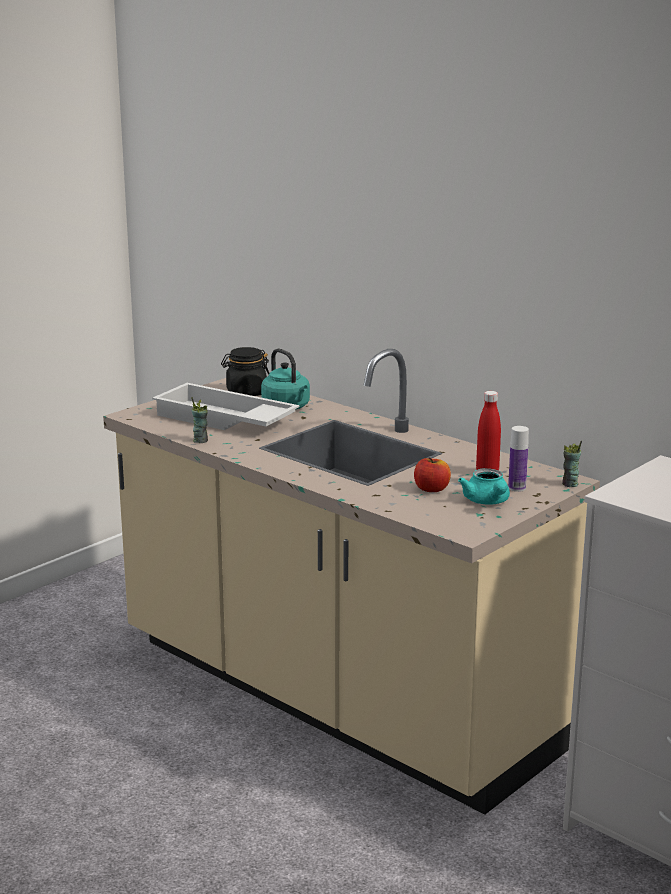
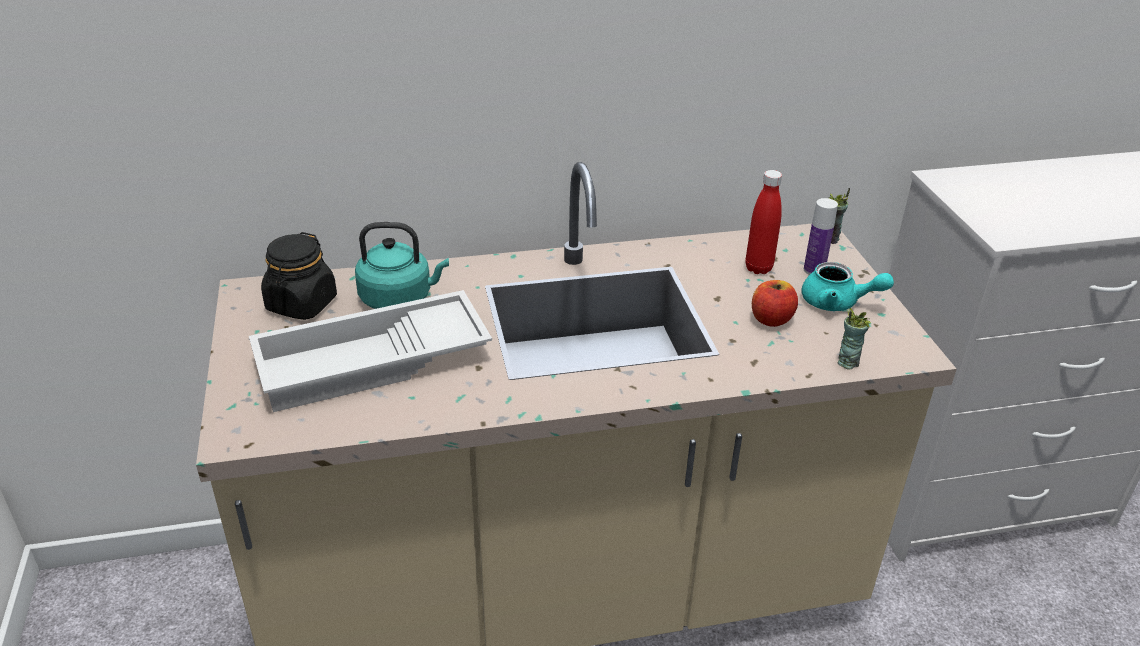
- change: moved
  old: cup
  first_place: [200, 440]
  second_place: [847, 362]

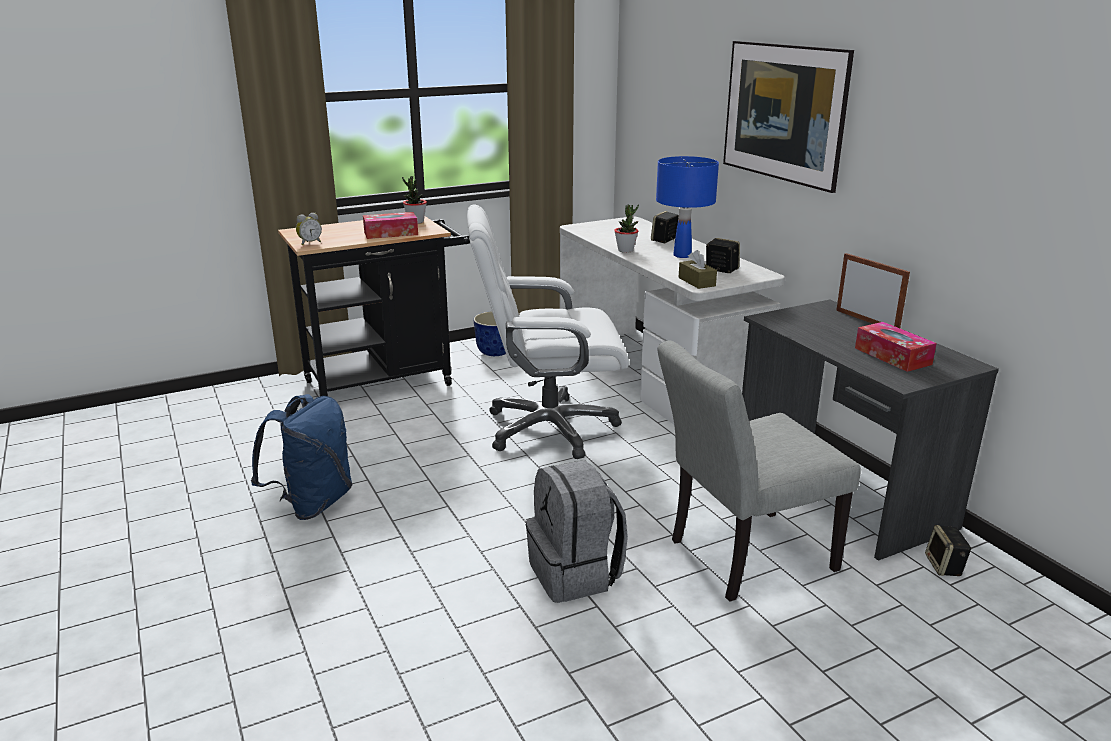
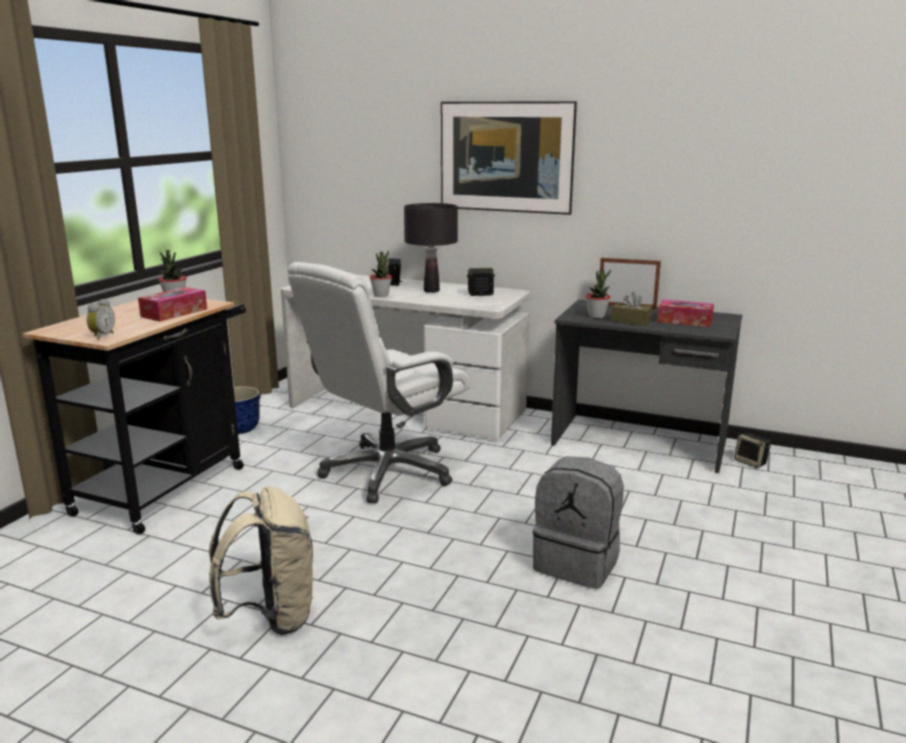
- change: recoloured
  old: blue_backpack
  new: beige_backpack
  first_place: [312, 503]
  second_place: [271, 617]
- change: recoloured
  old: blue_tabletop_lamp
  new: blackish_tabletop_lamp
  first_place: [682, 255]
  second_place: [431, 291]
- change: added
  new: plant_in_a_pot
  second_place: [596, 316]
- change: moved
  old: brownish_tissue_box
  first_place: [696, 282]
  second_place: [631, 321]
- change: removed
  old: grey_upright_chair
  first_place: [741, 557]

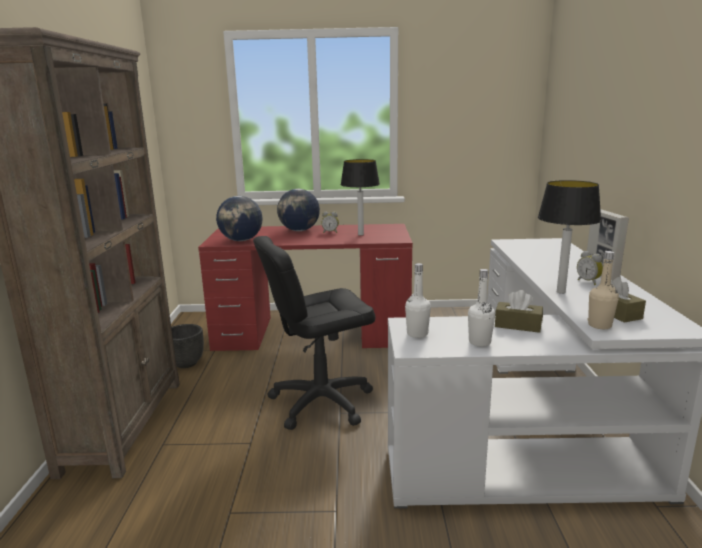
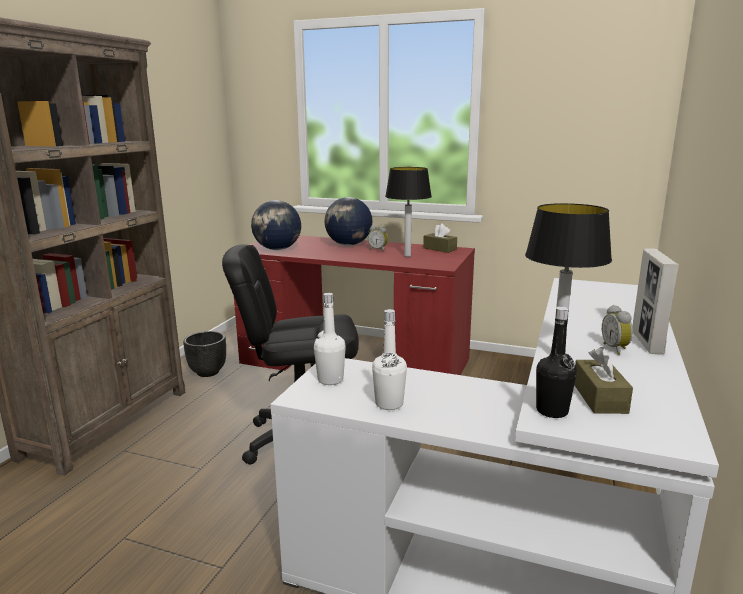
- change: moved
  old: brownish_tissue_box
  first_place: [518, 325]
  second_place: [439, 249]
- change: recoloured
  old: beige_drink_bottle
  new: blackish_drink_bottle
  first_place: [599, 325]
  second_place: [552, 411]

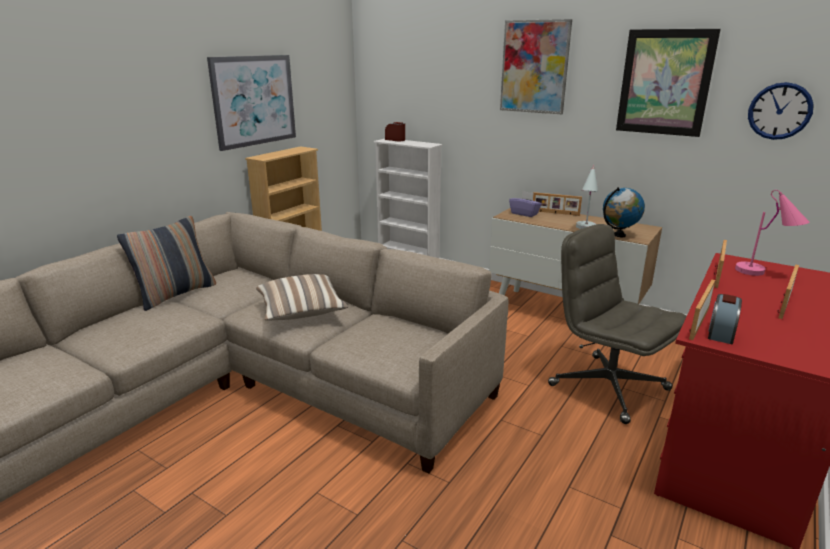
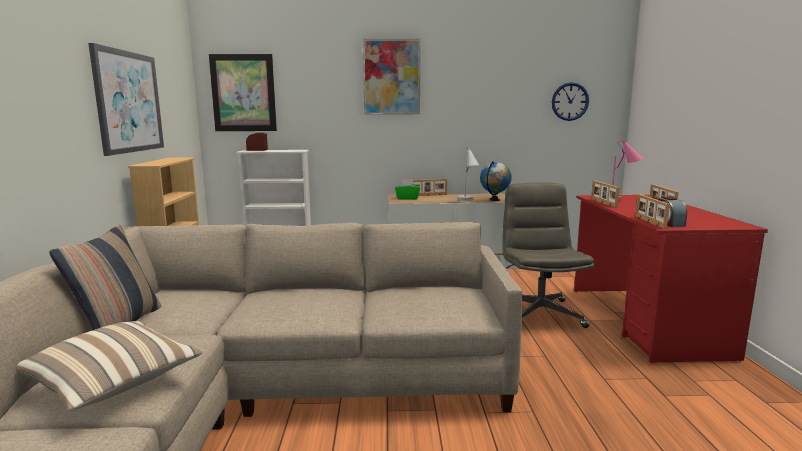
- change: moved
  old: throw_pillow
  first_place: [302, 312]
  second_place: [114, 384]
- change: moved
  old: wall_art
  first_place: [665, 82]
  second_place: [243, 93]
- change: recoloured
  old: purple-coloured_tissue_box
  new: green_tissue_box
  first_place: [524, 214]
  second_place: [407, 198]
- change: turned
  old: grey_desk_chair
  first_place: [607, 387]
  second_place: [539, 313]
  degrees: 75

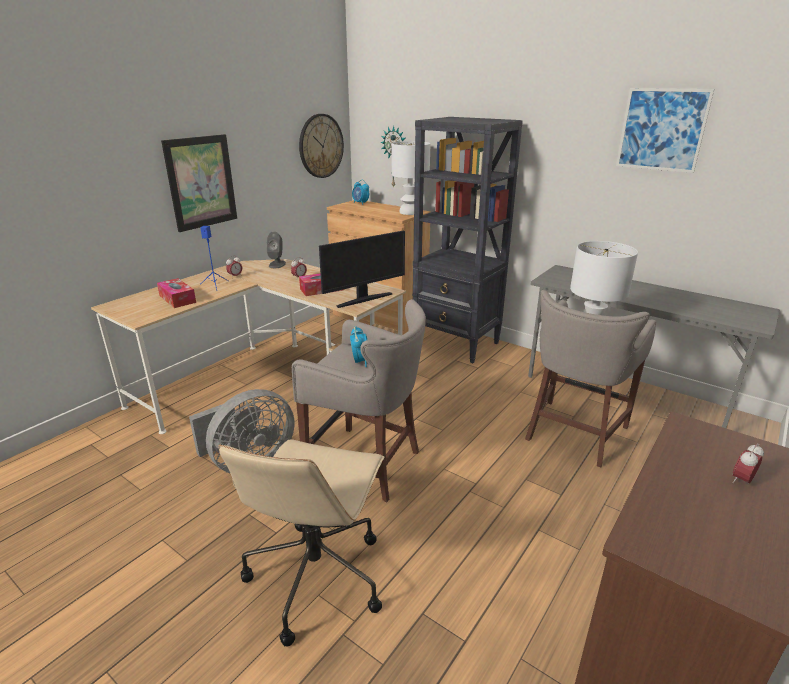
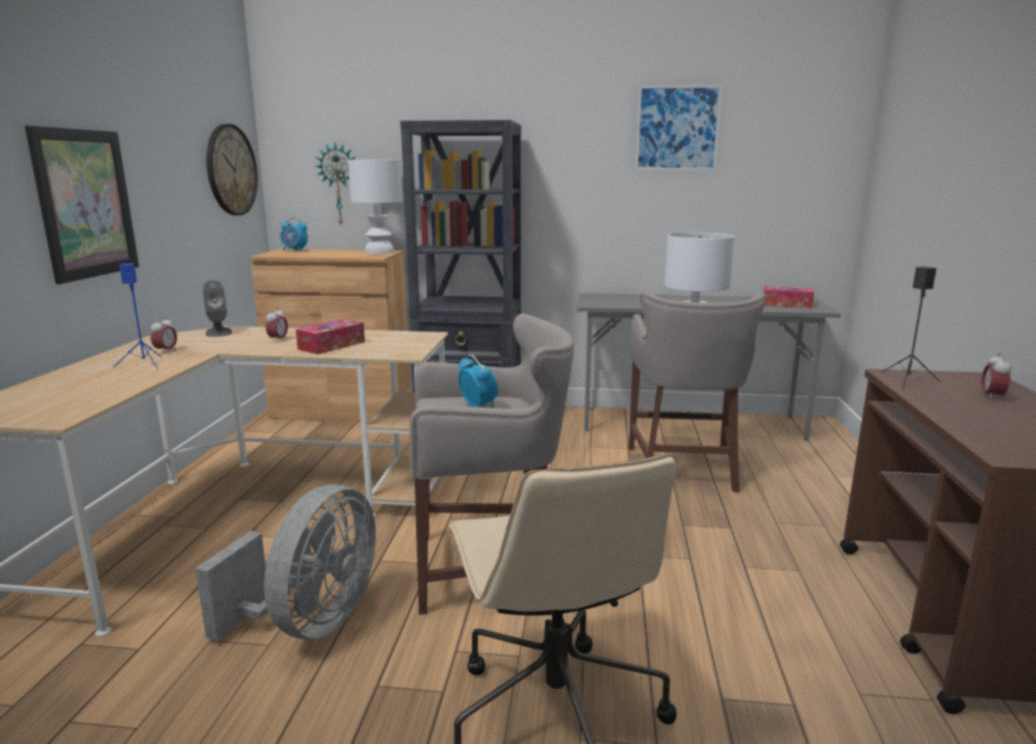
- change: moved
  old: tissue_box
  first_place: [177, 299]
  second_place: [786, 304]
- change: added
  new: blackish_loudspeaker
  second_place: [908, 380]
- change: removed
  old: computer_display
  first_place: [364, 299]

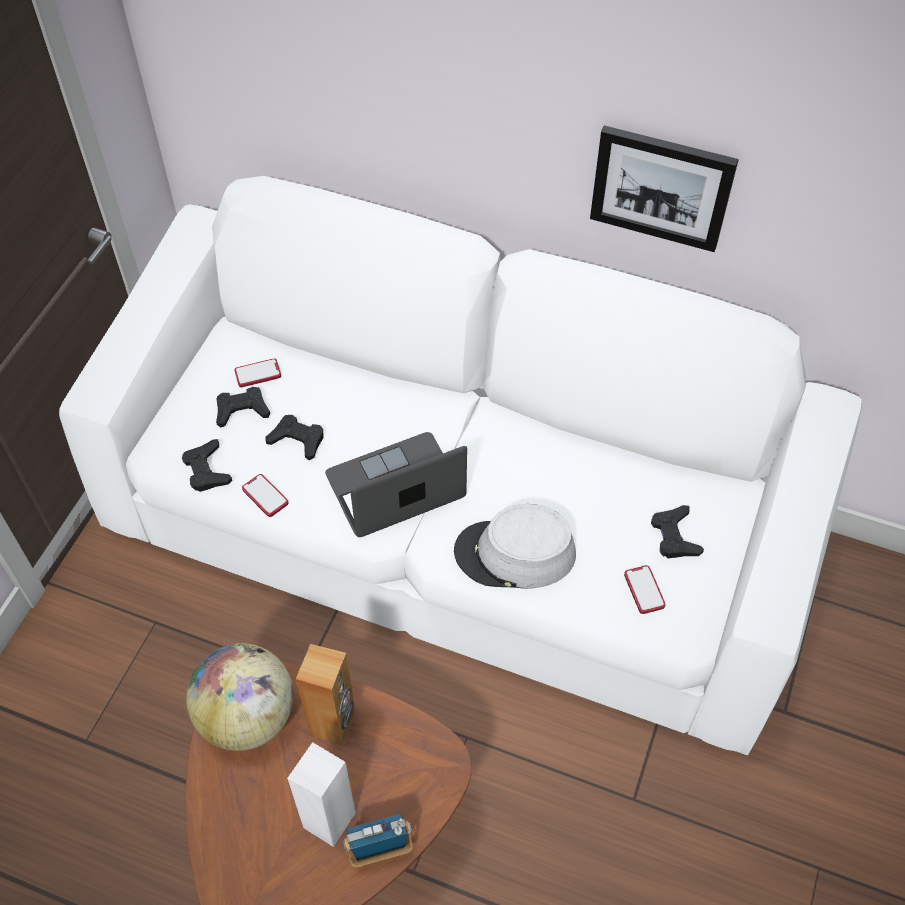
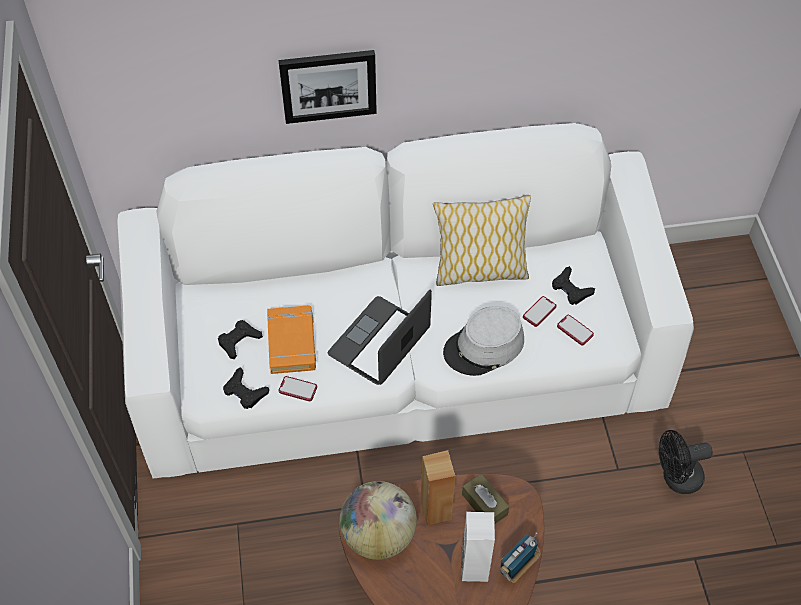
- change: replaced
  old: blackish_gamepad
  new: orange-coloured_book
  first_place: [297, 440]
  second_place: [292, 342]
- change: moved
  old: wall_art
  first_place: [662, 187]
  second_place: [328, 85]
- change: added
  new: throw_pillow
  second_place: [479, 271]
- change: added
  new: brownish_tissue_box
  second_place: [484, 504]
- change: moved
  old: handset
  first_place: [258, 374]
  second_place: [539, 312]
- change: added
  new: blackish_cooling_fan
  second_place: [676, 478]

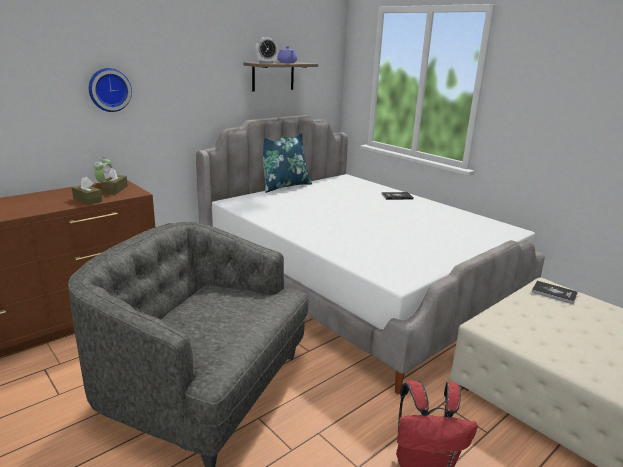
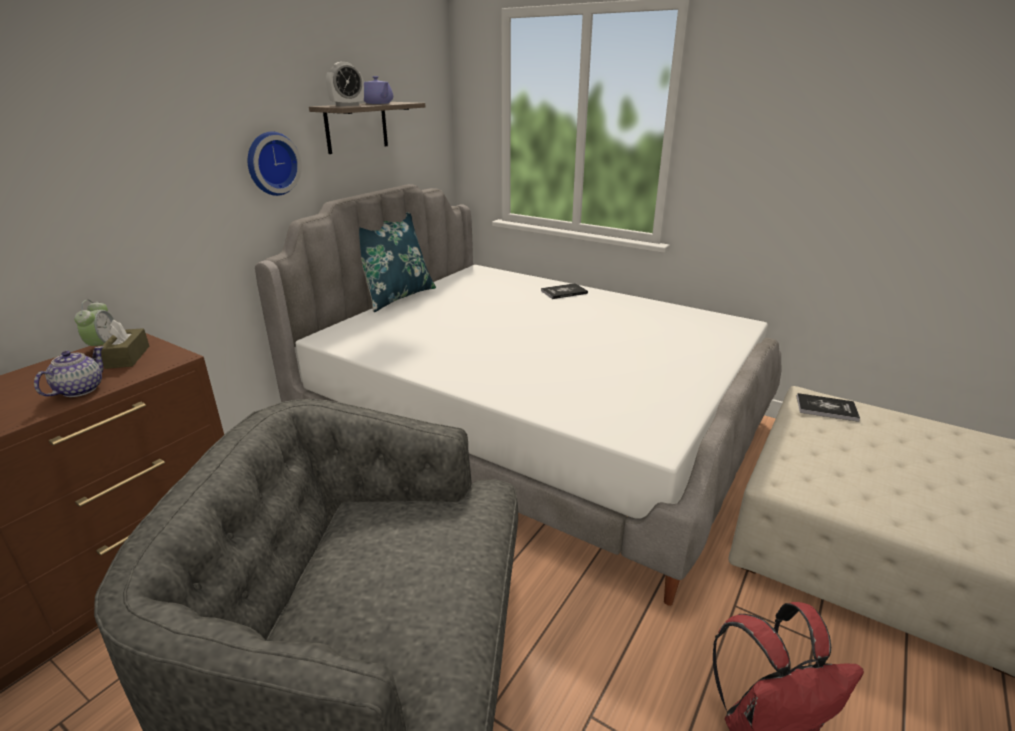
- change: replaced
  old: brownish_tissue_box
  new: pot_for_tea
  first_place: [87, 200]
  second_place: [79, 390]
- change: moved
  old: wall_clock
  first_place: [109, 89]
  second_place: [271, 163]

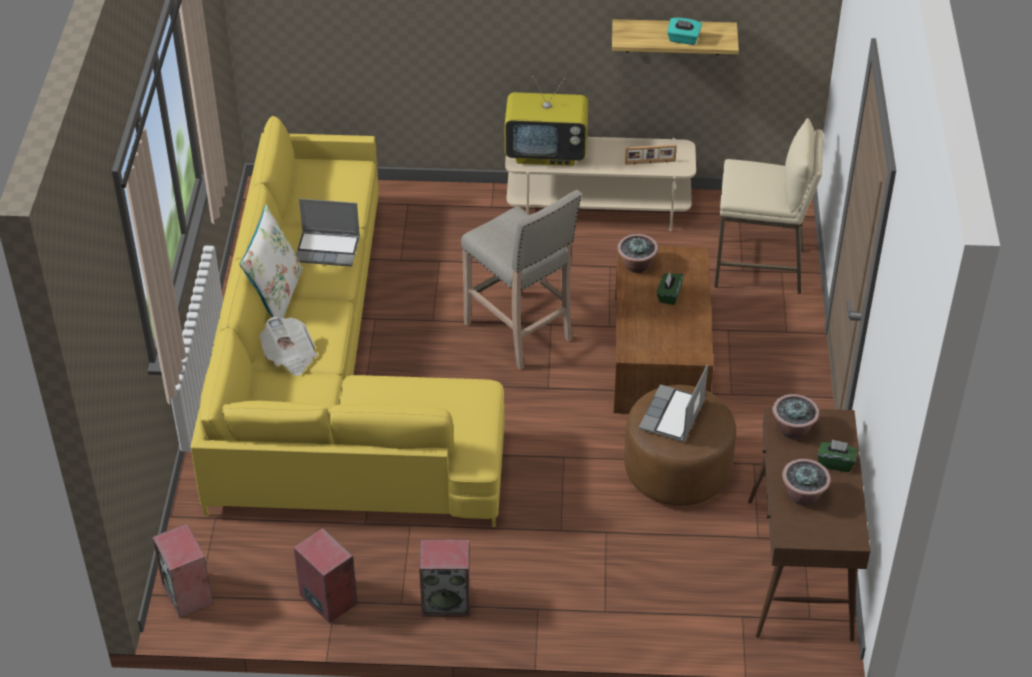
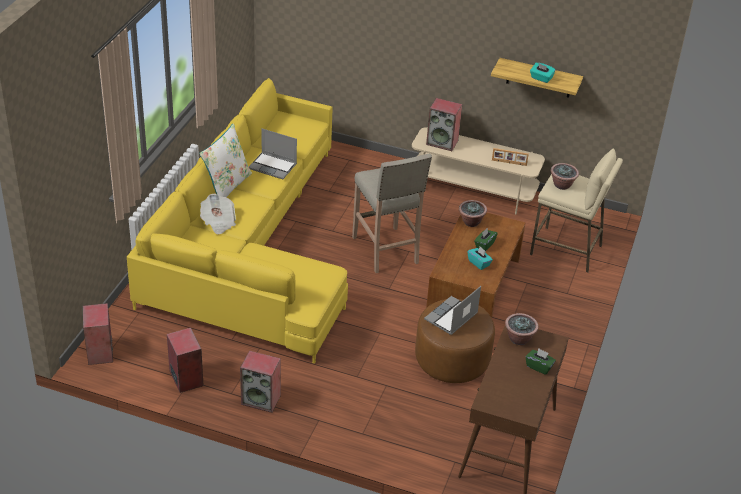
- change: replaced
  old: TV
  new: loudspeaker
  first_place: [547, 153]
  second_place: [442, 142]
- change: added
  new: blue-green_tissue_box
  second_place: [479, 263]
- change: moved
  old: plant_in_a_pot
  first_place: [803, 495]
  second_place: [562, 185]

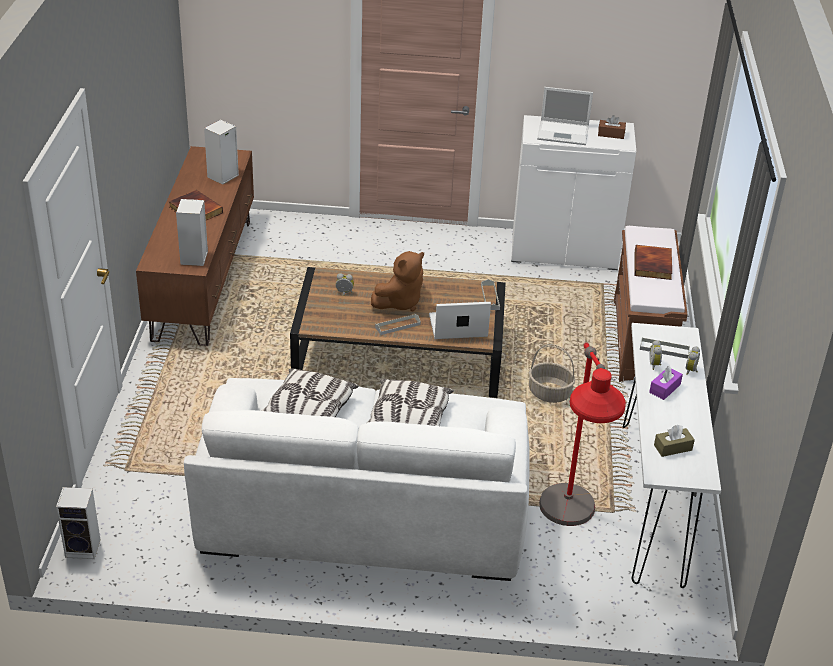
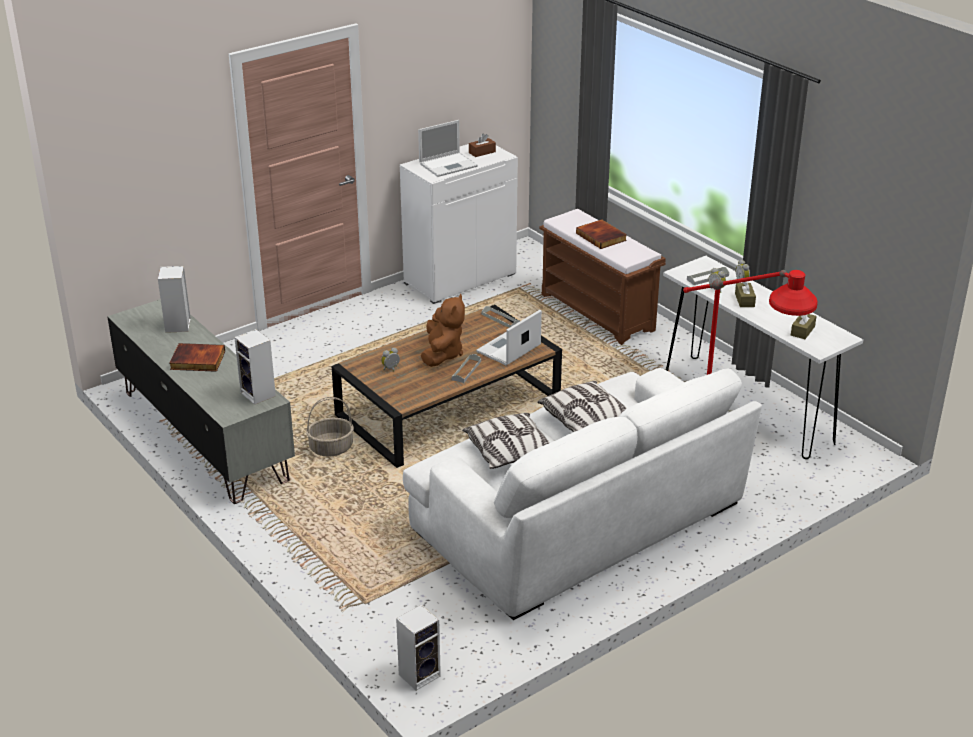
- change: recoloured
  old: brownish_media_console
  new: grey_media_console
  first_place: [203, 278]
  second_place: [204, 434]
- change: moved
  old: household_basket
  first_place: [550, 393]
  second_place: [331, 447]
- change: recoloured
  old: purple-coloured_tissue_box
  new: brownish_tissue_box
  first_place: [664, 388]
  second_place: [744, 300]

